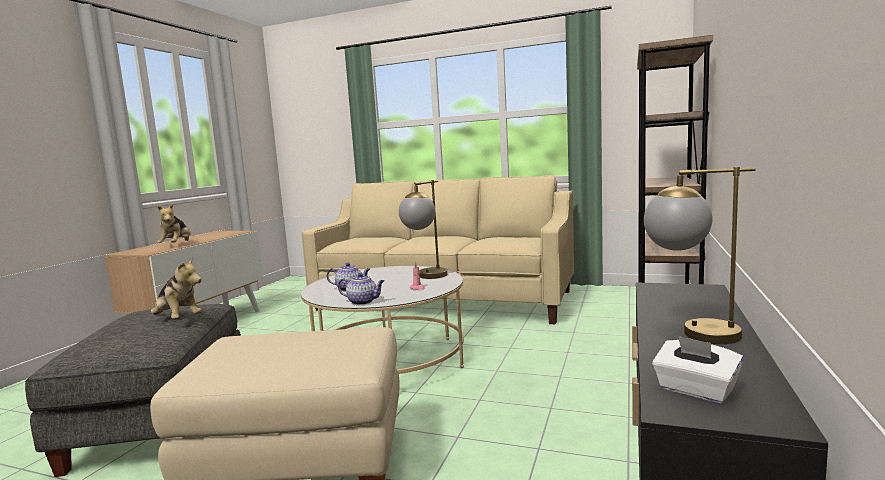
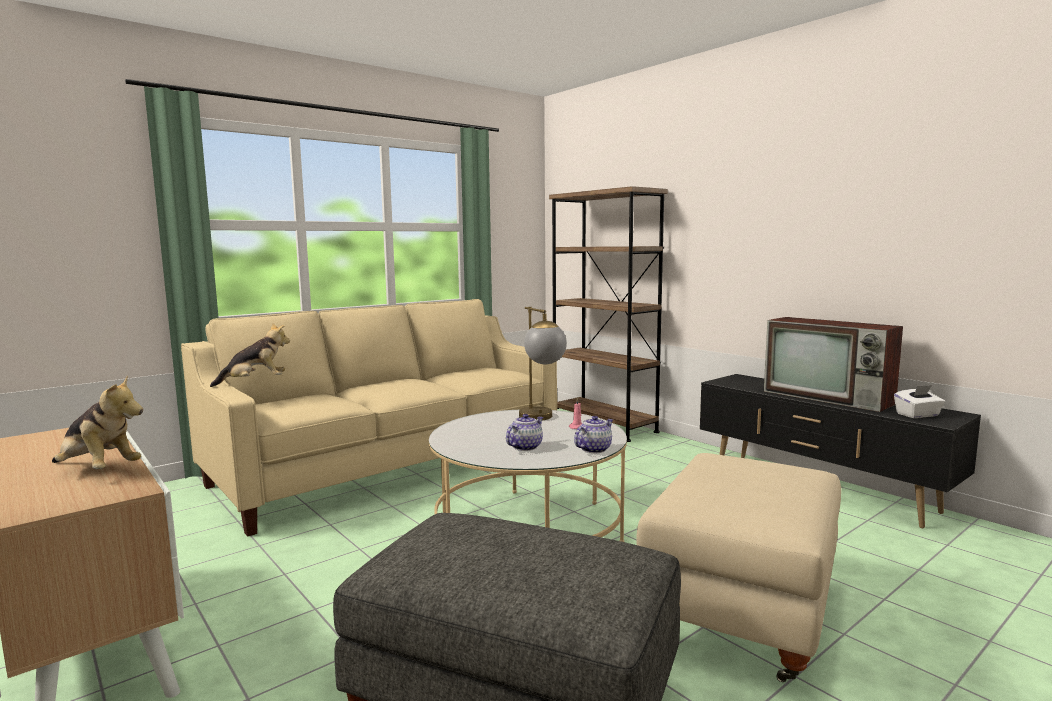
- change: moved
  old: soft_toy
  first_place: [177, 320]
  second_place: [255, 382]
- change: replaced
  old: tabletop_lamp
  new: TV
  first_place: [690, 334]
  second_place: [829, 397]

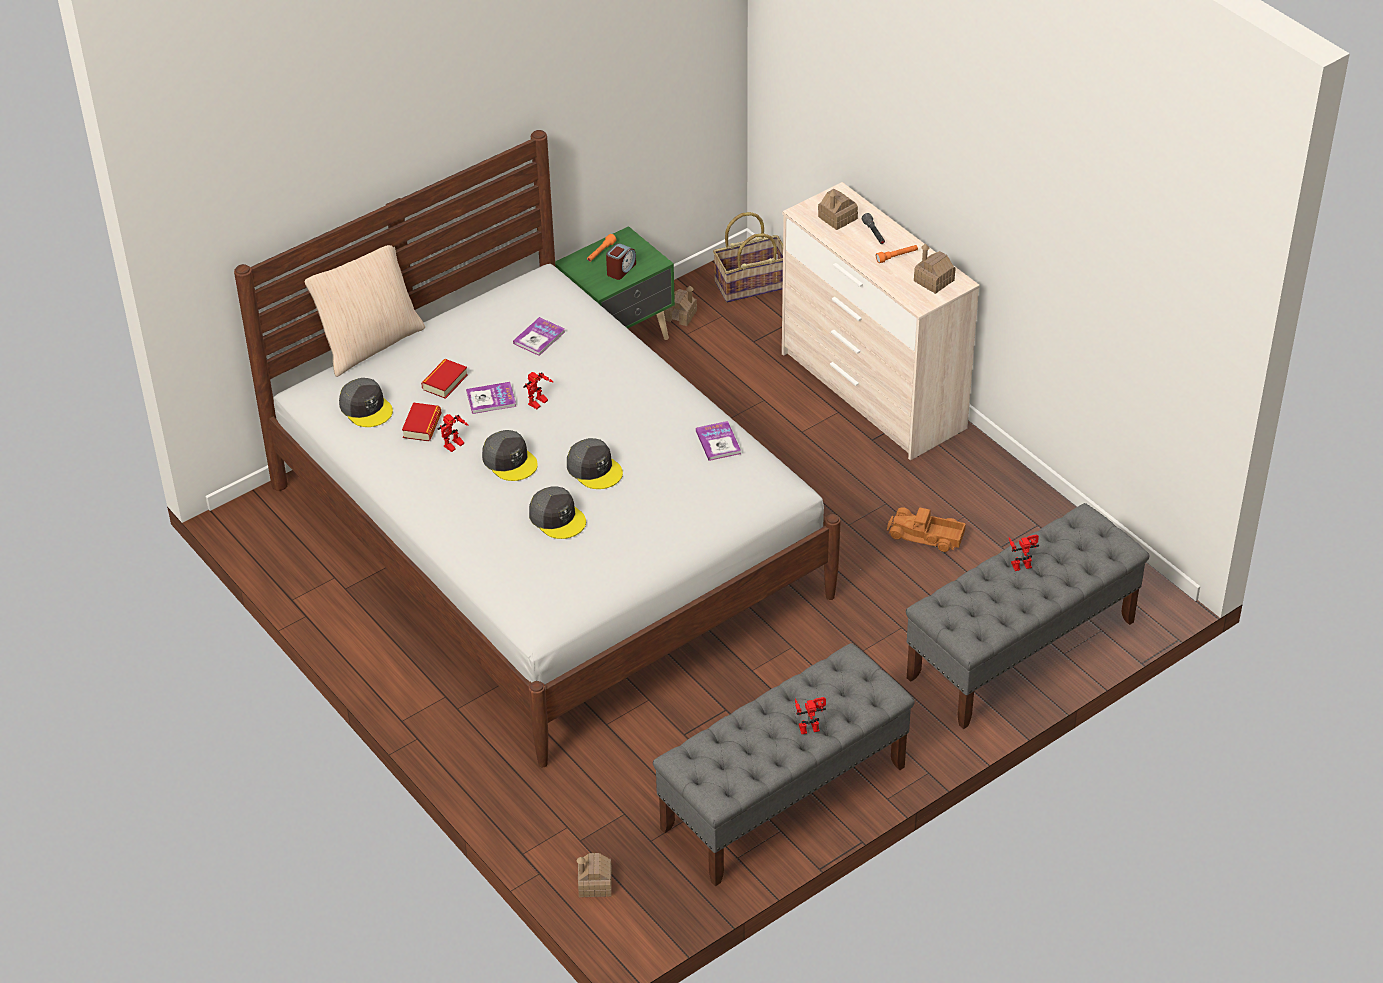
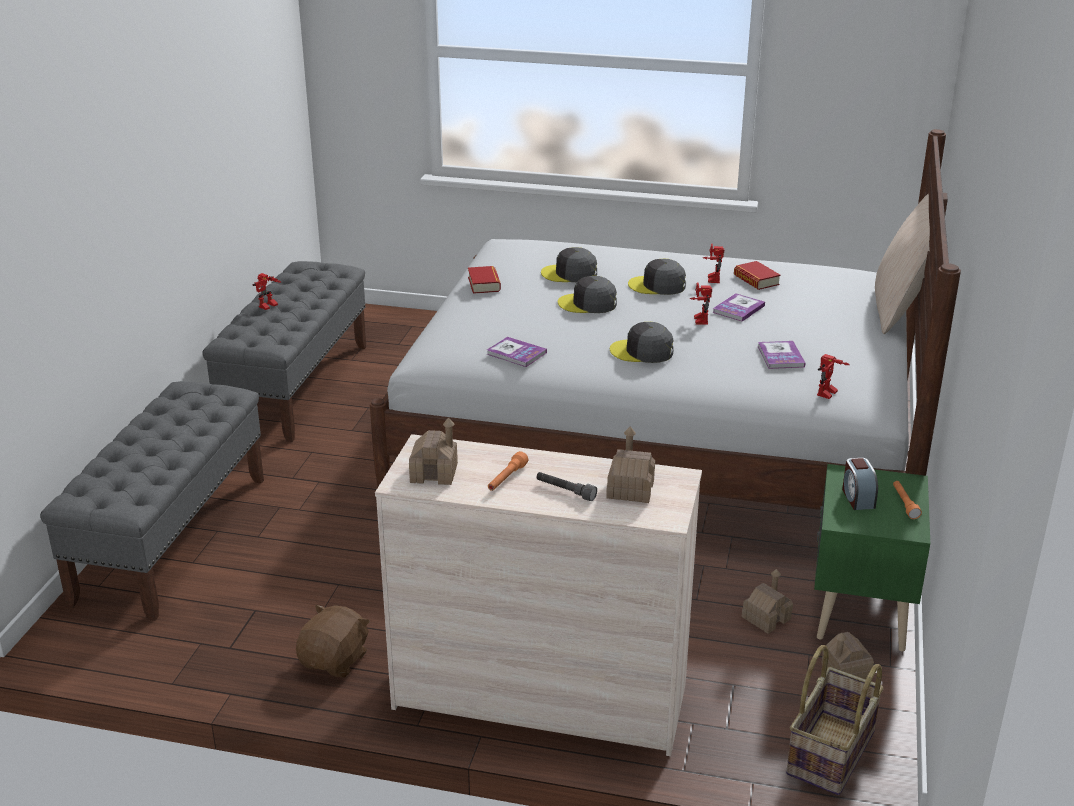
- change: added
  new: brownish_soft_toy
  second_place: [335, 660]
- change: moved
  old: book
  first_place: [445, 382]
  second_place: [484, 284]
- change: moved
  old: grey_baseball_cap
  first_place: [366, 408]
  second_place: [642, 351]
- change: moved
  old: model_house
  first_place: [595, 883]
  second_place: [766, 618]
- change: moved
  old: model_robot
  first_place: [1021, 563]
  second_place: [829, 394]
- change: removed
  old: model_truck
  first_place: [925, 536]

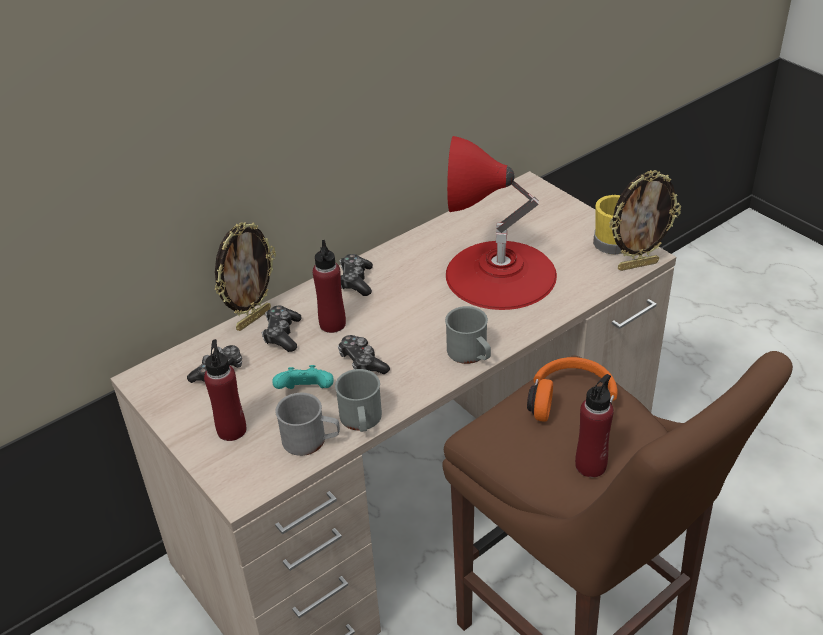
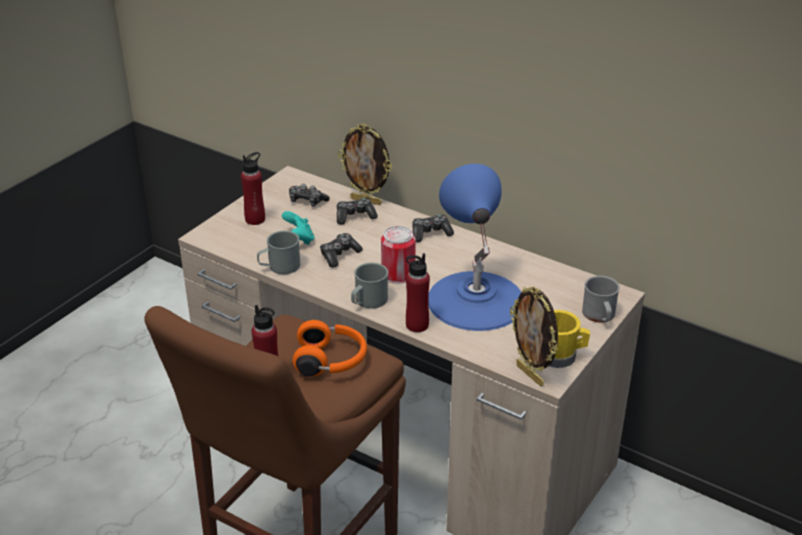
- change: added
  new: sealed_can
  second_place: [398, 274]
- change: moved
  old: reddish_drink_bottle
  first_place: [332, 324]
  second_place: [417, 325]
- change: recoloured
  old: reddish_tabletop_lamp
  new: blue_tabletop_lamp
  first_place: [500, 274]
  second_place: [475, 300]
- change: moved
  old: grey_tea_mug
  first_place: [311, 440]
  second_place: [600, 316]

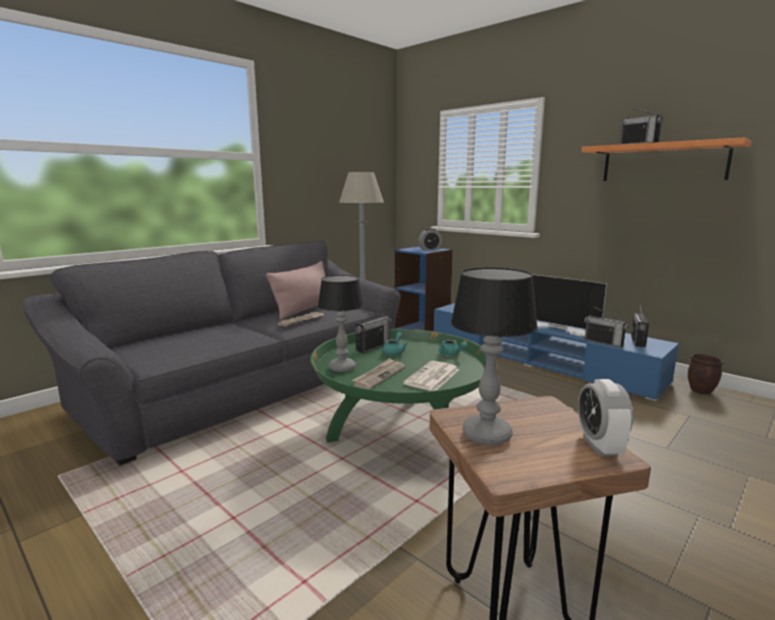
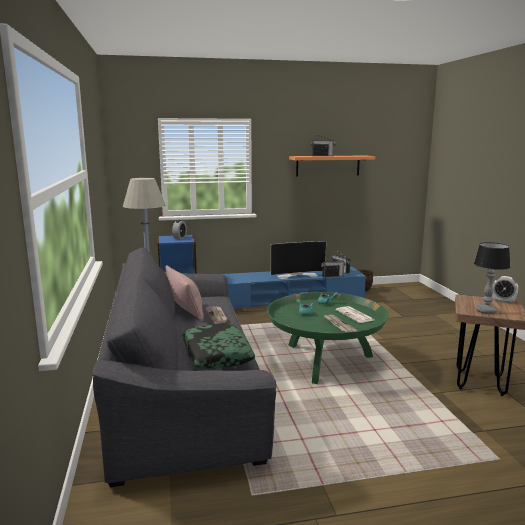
- change: added
  new: throw_pillow
  second_place: [216, 354]
- change: removed
  old: tabletop_lamp
  first_place: [342, 368]
- change: removed
  old: radio
  first_place: [373, 347]

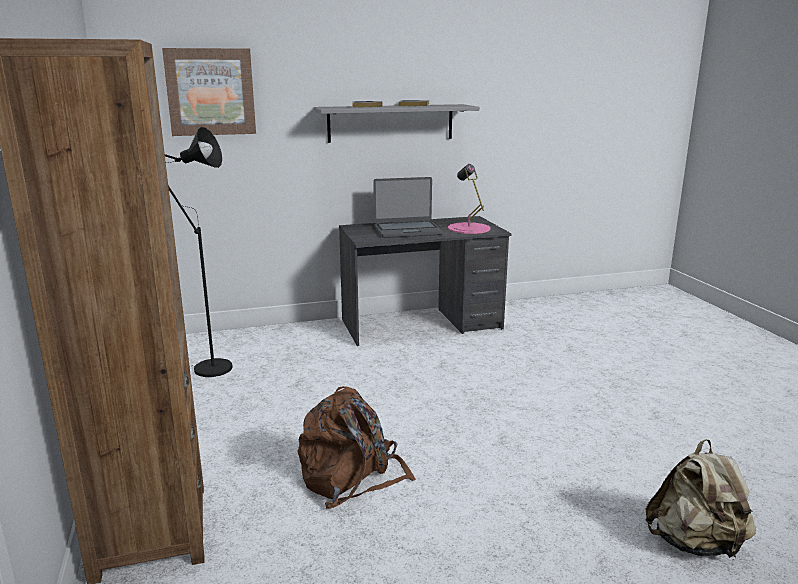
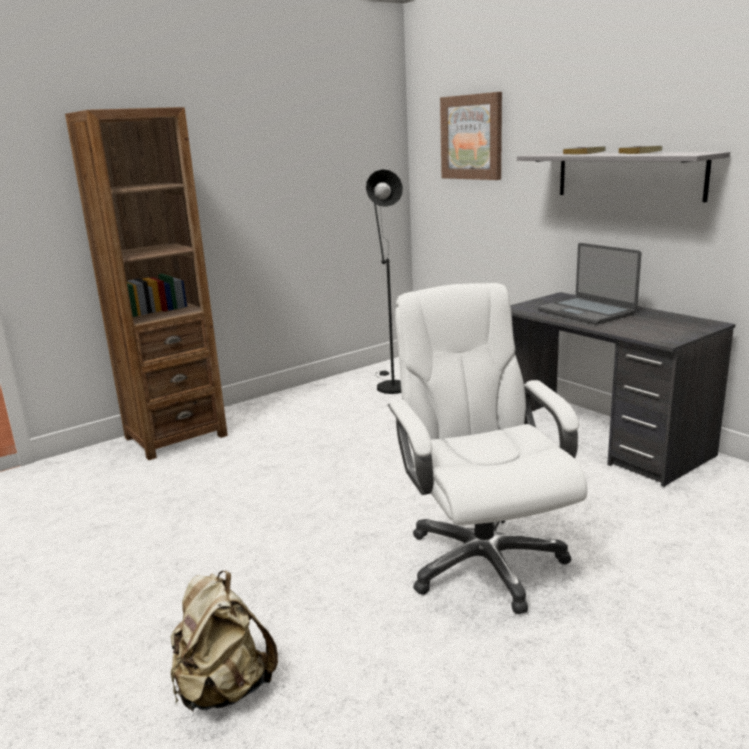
- change: added
  new: whitish_desk_chair
  second_place: [482, 561]
- change: removed
  old: brownish_backpack
  first_place: [352, 478]
- change: removed
  old: pink-coloured_tabletop_lamp
  first_place: [468, 228]

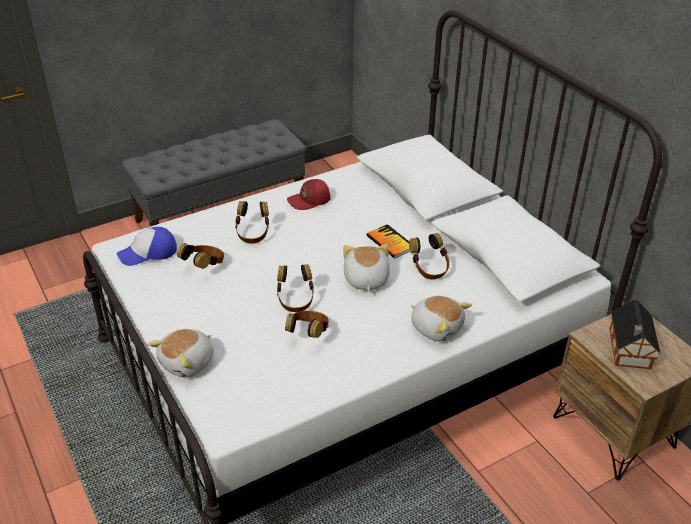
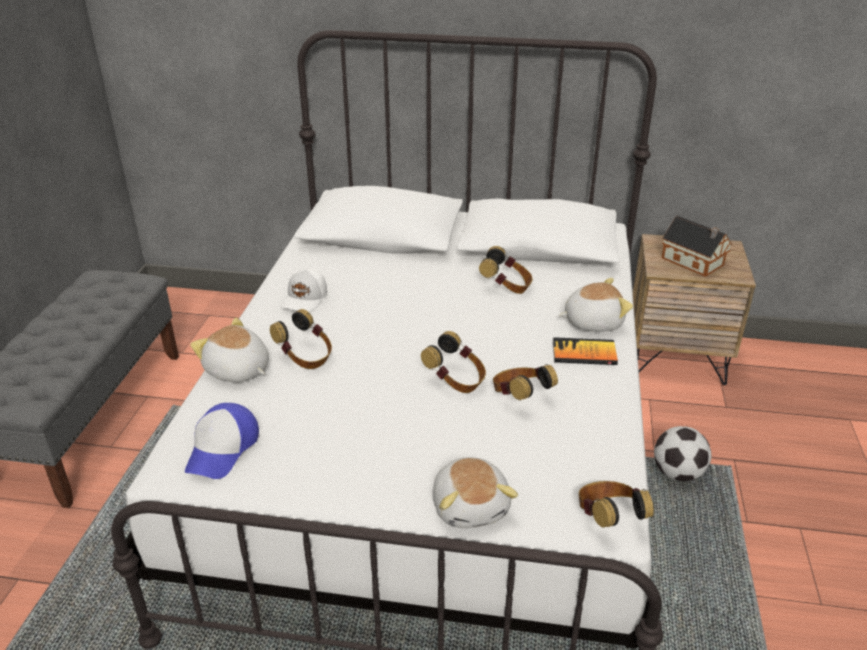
- change: moved
  old: soft_toy
  first_place: [365, 279]
  second_place: [237, 370]
- change: recoloured
  old: reddish_baseball_cap
  new: whitish_baseball_cap
  first_place: [309, 201]
  second_place: [305, 299]
- change: moved
  old: book
  first_place: [390, 242]
  second_place: [584, 353]
- change: moved
  old: headphones
  first_place: [205, 267]
  second_place: [608, 519]
- change: added
  new: ball_for_football
  second_place: [677, 473]

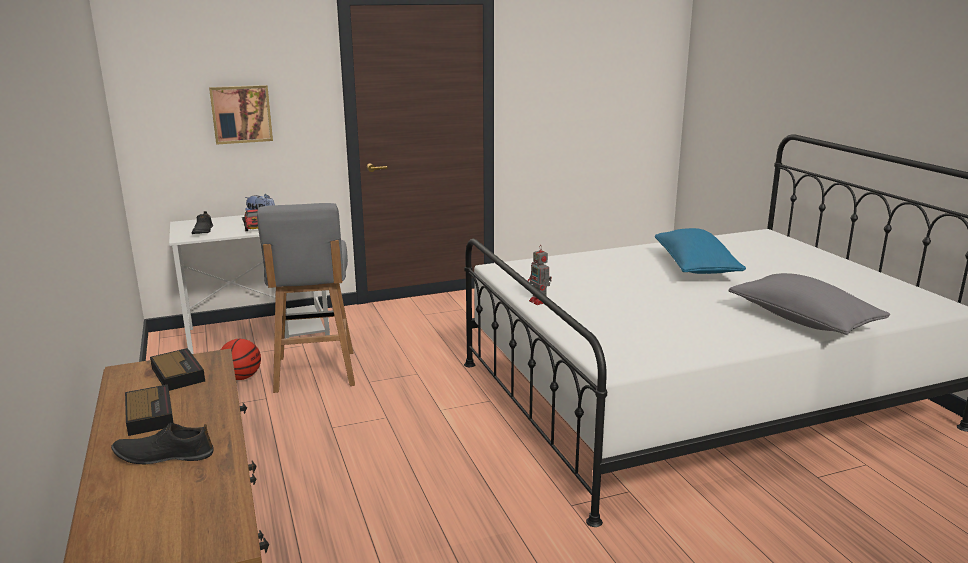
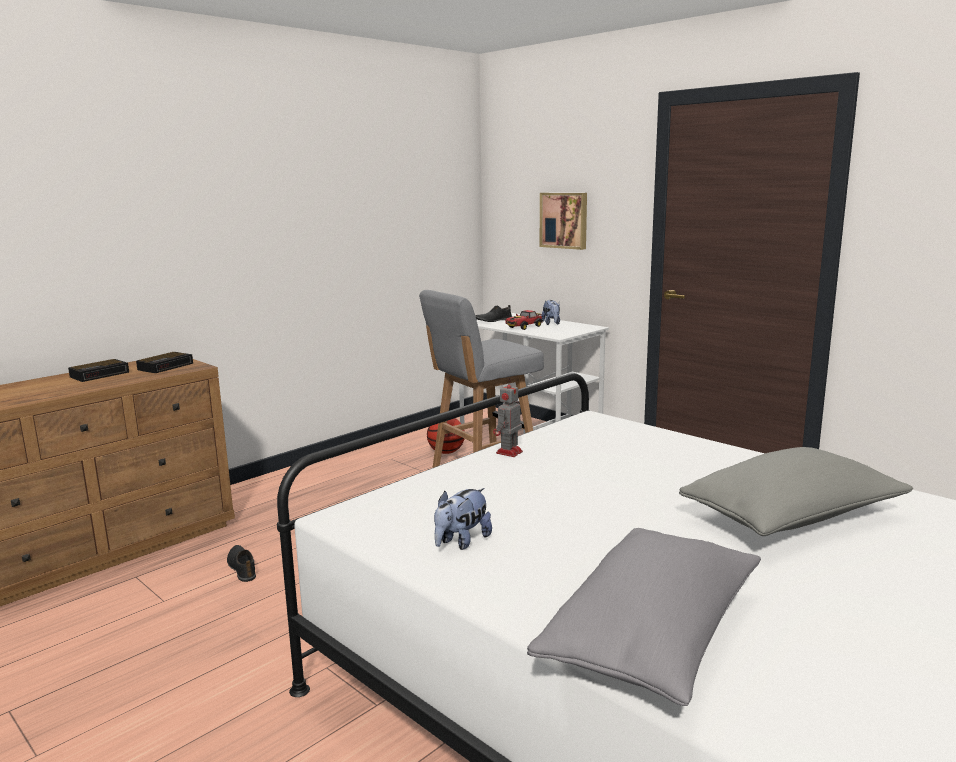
- change: moved
  old: blackish_low_shoe
  first_place: [164, 455]
  second_place: [242, 567]
- change: added
  new: soft_toy
  second_place: [461, 542]
- change: recoloured
  old: blue_throw_pillow
  new: grey_throw_pillow
  first_place: [695, 267]
  second_place: [792, 518]

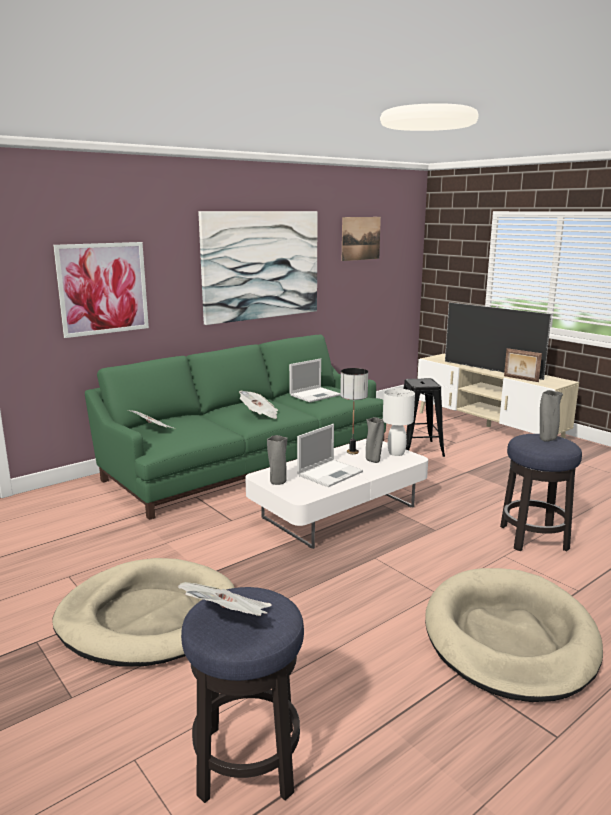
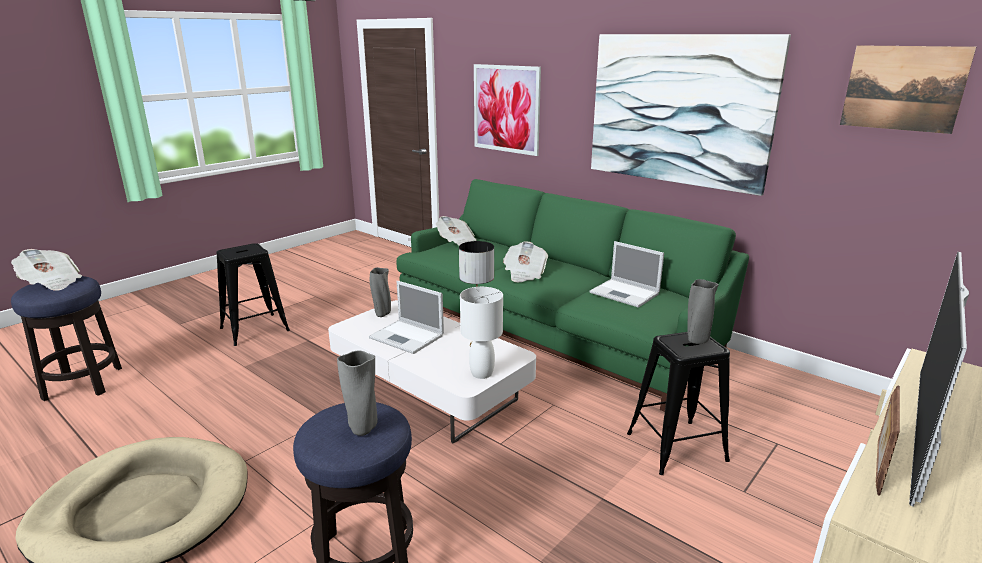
- change: replaced
  old: beige_dog_bed
  new: blackish_stool_seat
  first_place: [148, 617]
  second_place: [254, 329]
- change: moved
  old: grey_vase
  first_place: [373, 460]
  second_place: [696, 340]

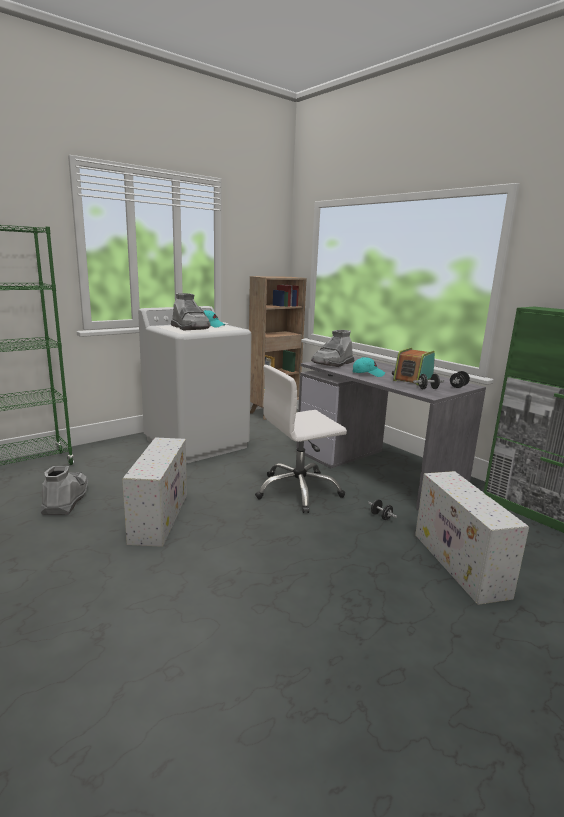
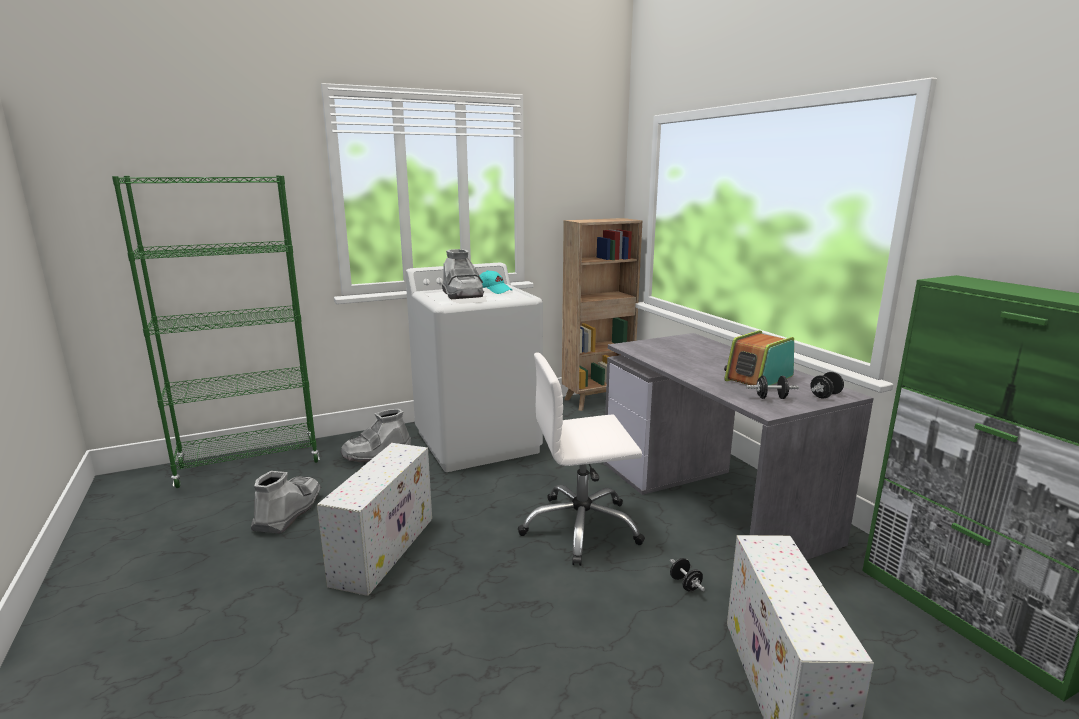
- change: moved
  old: grey_tall_boot
  first_place: [333, 364]
  second_place: [377, 454]
- change: removed
  old: blue-green_baseball_cap
  first_place: [368, 374]

